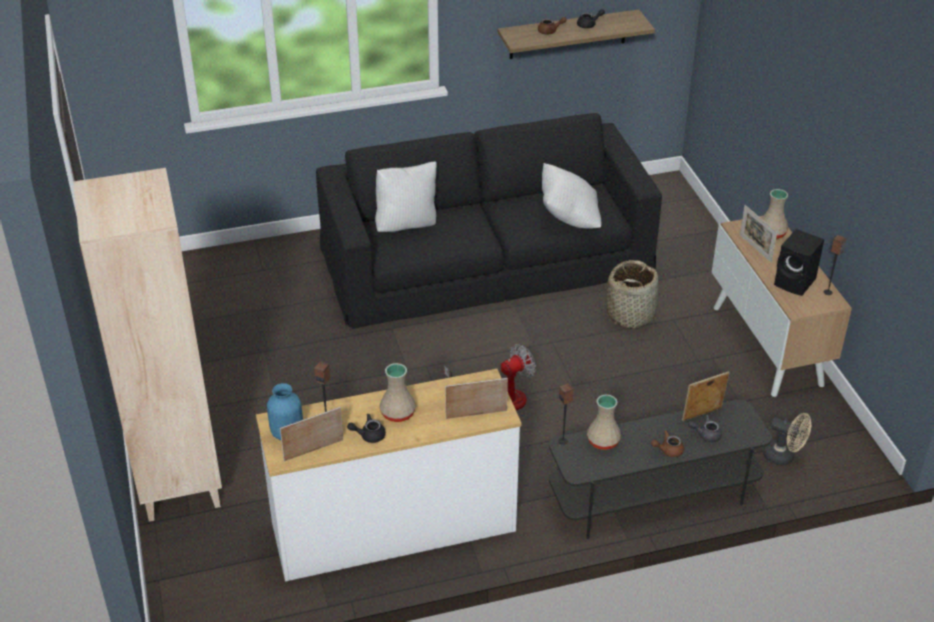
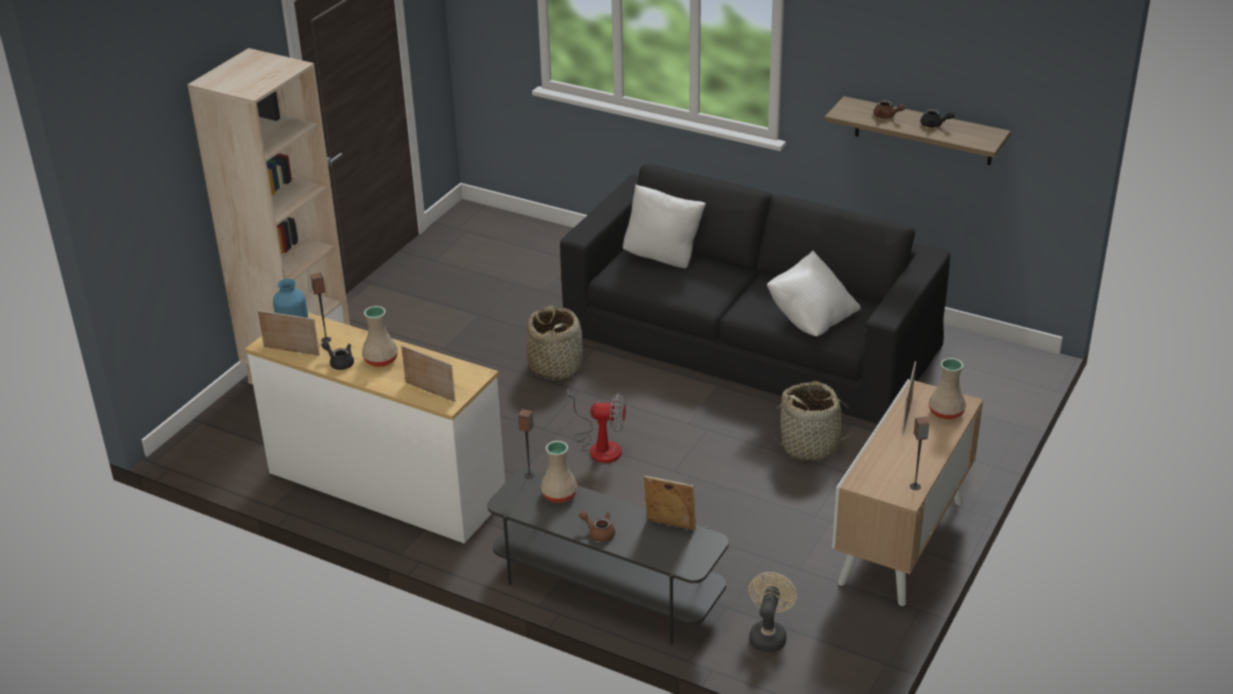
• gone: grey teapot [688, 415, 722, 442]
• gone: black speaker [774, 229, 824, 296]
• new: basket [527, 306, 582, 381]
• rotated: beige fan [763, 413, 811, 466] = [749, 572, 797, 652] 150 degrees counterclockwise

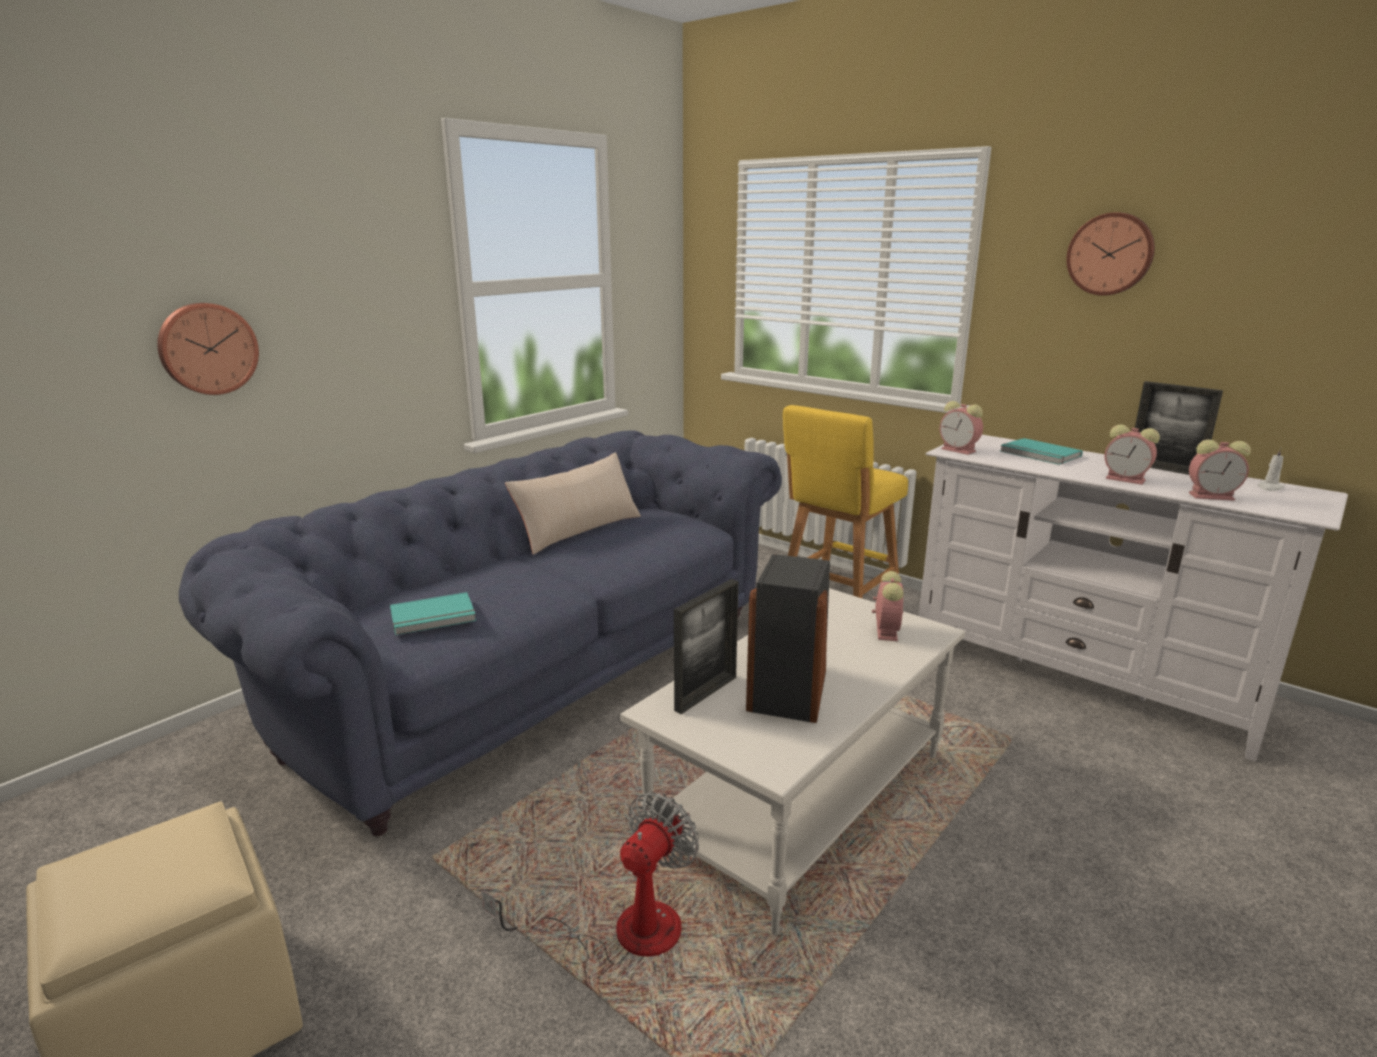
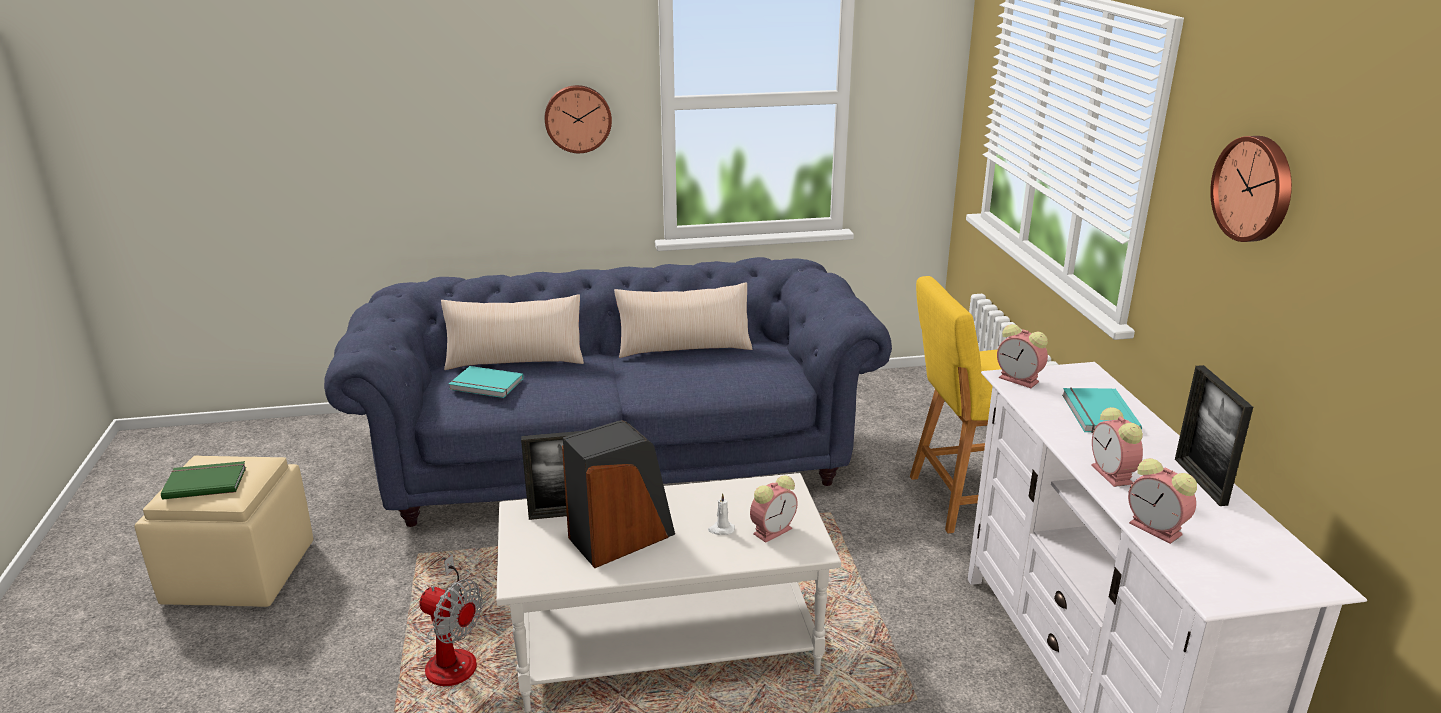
• new: green book [161, 461, 246, 500]
• new: beige pillow [441, 294, 584, 370]
• shifted: wall clock [157, 303, 259, 395] to [545, 85, 612, 153]
• shifted: white candle [1258, 447, 1284, 491] to [708, 493, 735, 535]
• rotated: fan [481, 792, 699, 964] = [419, 554, 483, 686] 45 degrees clockwise
• rotated: alarm clock [940, 401, 983, 455] = [997, 324, 1048, 388] 45 degrees counterclockwise

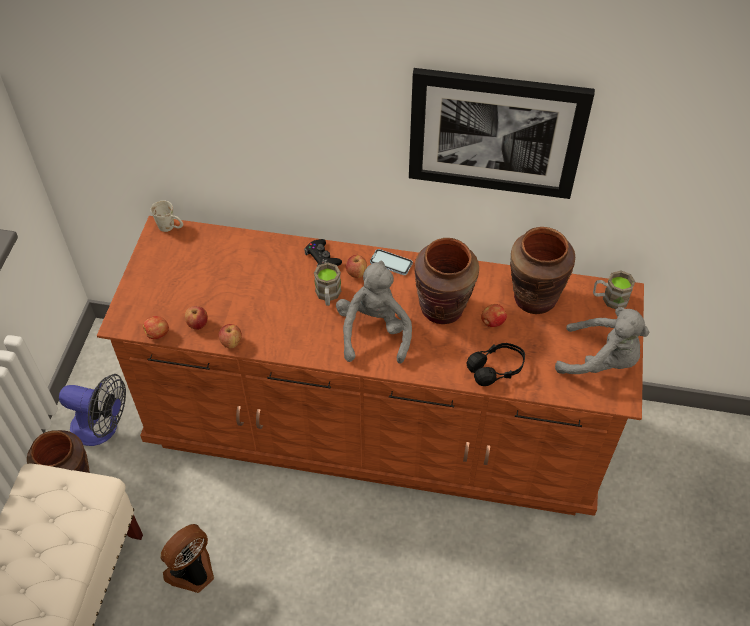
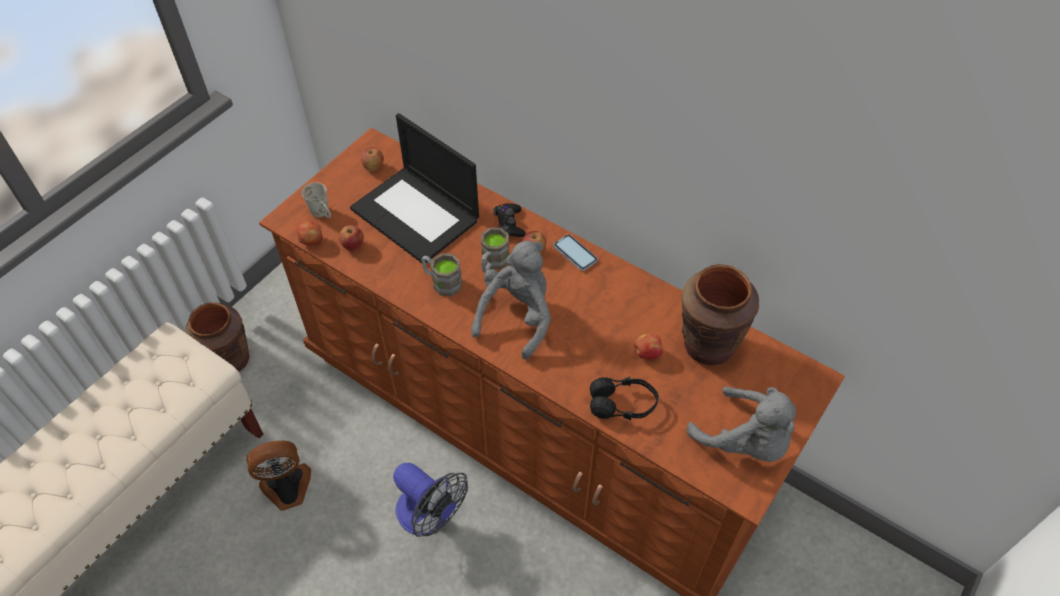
• gone: picture [409, 68, 595, 199]
• gone: brown vase [414, 238, 479, 324]
• new: laptop [350, 113, 479, 263]
• shifted: fan [59, 374, 126, 446] to [393, 463, 468, 537]
• shifted: white mug [151, 200, 183, 232] to [302, 182, 331, 218]
• shifted: apple [218, 324, 242, 348] to [361, 147, 384, 171]
• shifted: brown mug [593, 270, 636, 309] to [421, 253, 462, 296]

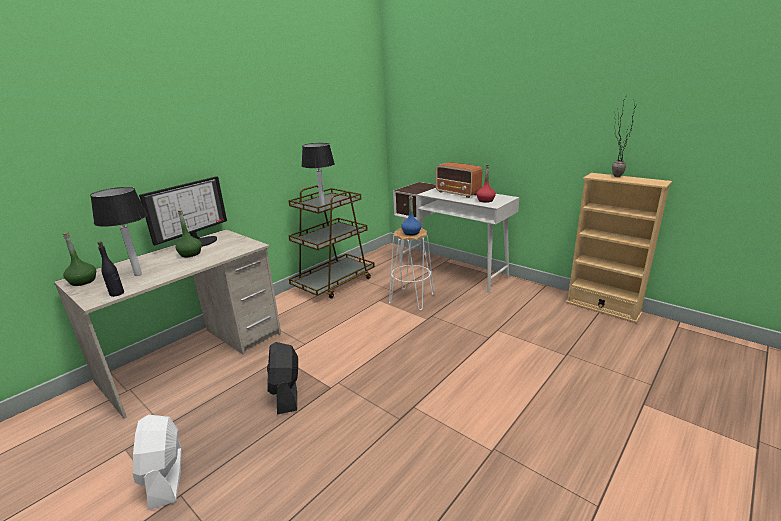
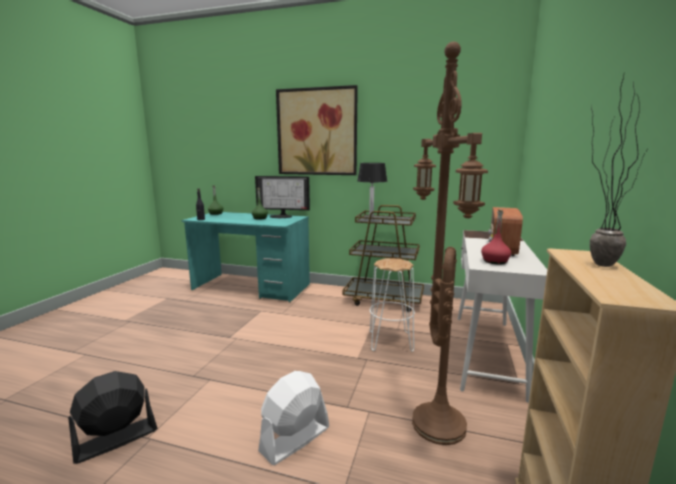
• gone: table lamp [90, 187, 148, 276]
• gone: blue bottle [401, 195, 421, 235]
• new: picture [276, 85, 358, 175]
• new: brown floor lamp [412, 42, 488, 445]
• shifted: white fan [133, 415, 182, 510] to [258, 371, 329, 465]
• shifted: black fan [267, 342, 298, 415] to [68, 371, 157, 464]
• repainted: beige desk [54, 229, 281, 419] to turquoise desk [182, 212, 310, 302]

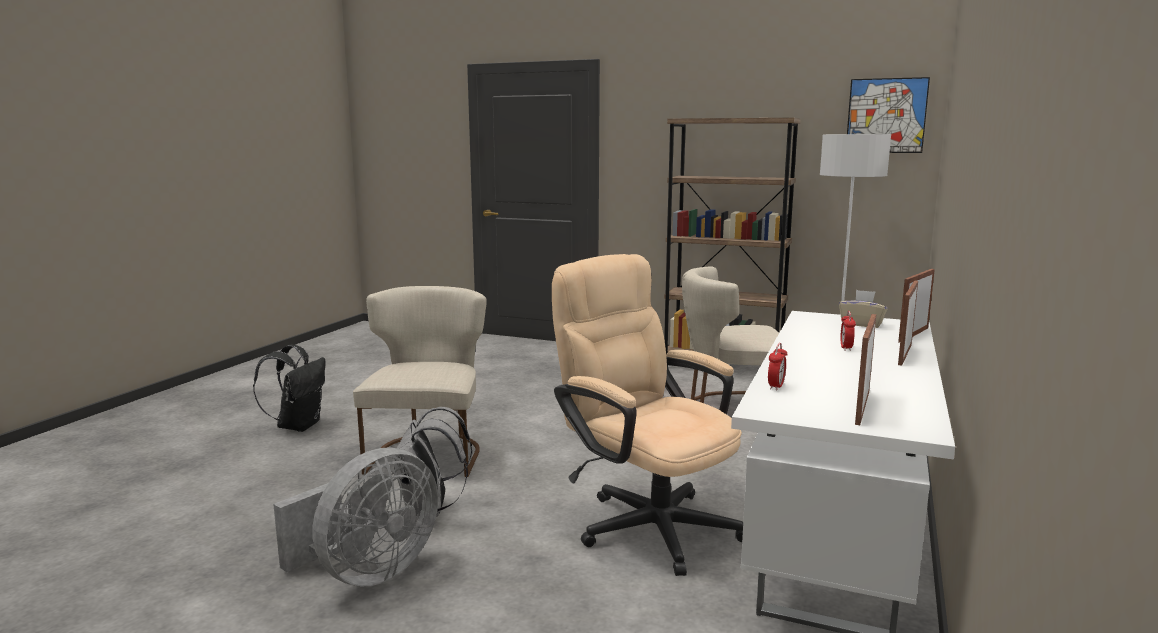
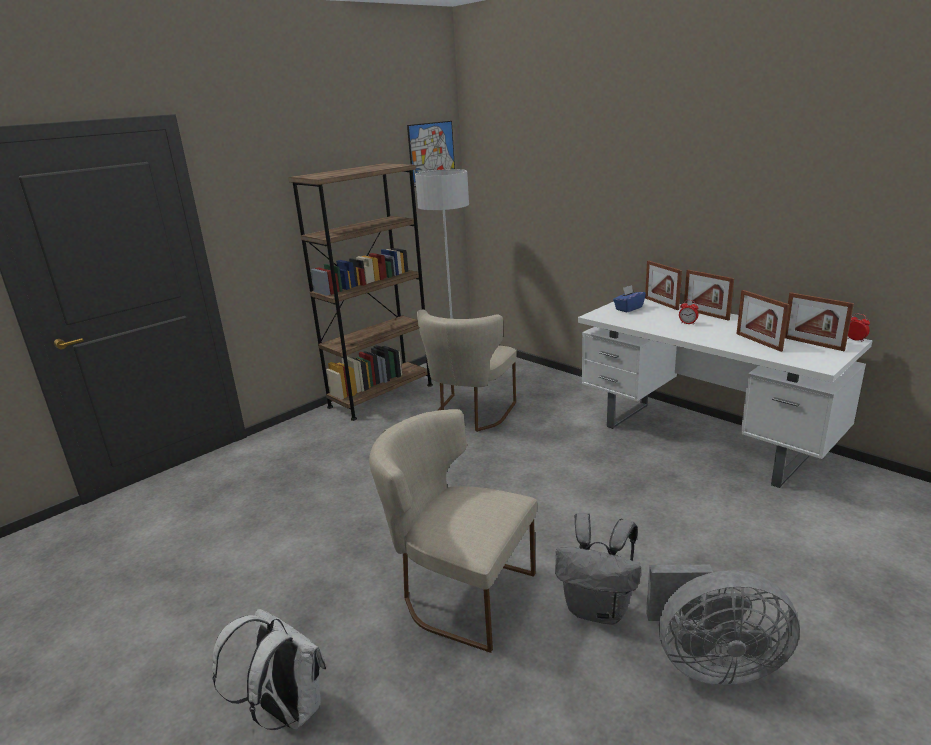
• gone: beige office chair [552, 254, 743, 576]
• new: picture frame [736, 290, 790, 352]
• shifted: alarm clock [768, 343, 788, 391] to [848, 314, 870, 342]
• repainted: black backpack [253, 345, 325, 432] to white backpack [212, 609, 326, 730]
• repainted: beige tissue box [839, 290, 888, 328] to blue tissue box [613, 285, 646, 312]
• rotated: grey fan [273, 447, 438, 586] = [646, 565, 800, 686] 120 degrees clockwise

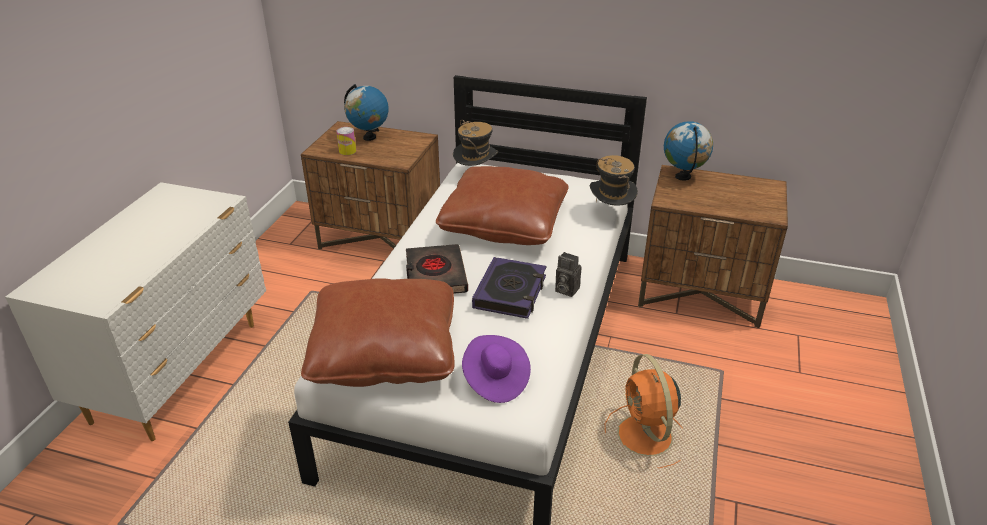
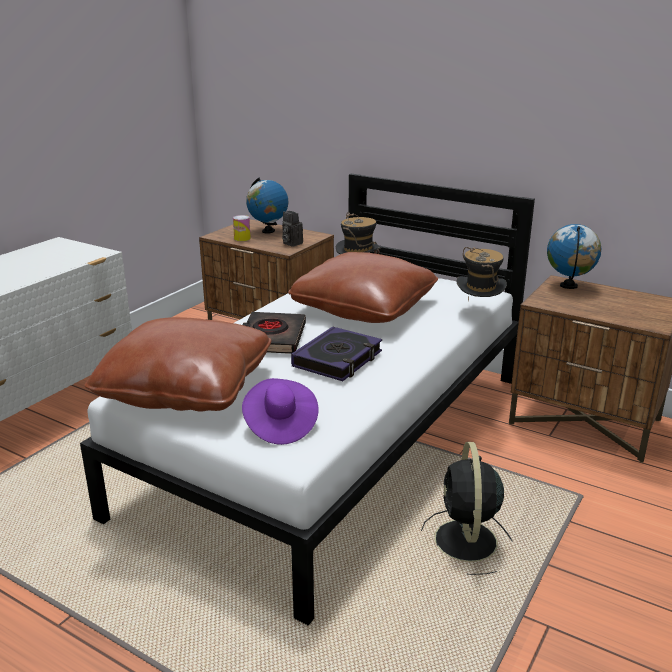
• shifted: photo camera [555, 252, 581, 297] to [282, 211, 303, 247]
• repainted: orange fan [605, 354, 683, 468] to black fan [421, 442, 513, 575]

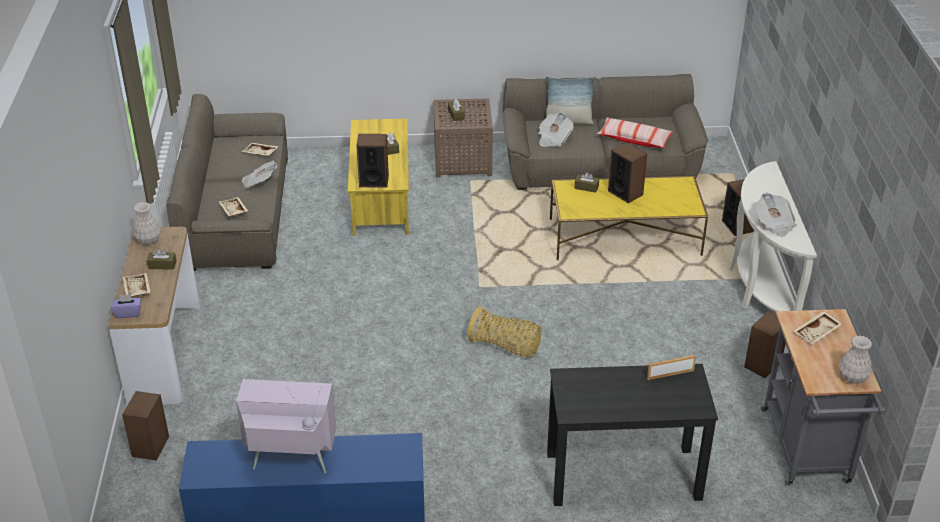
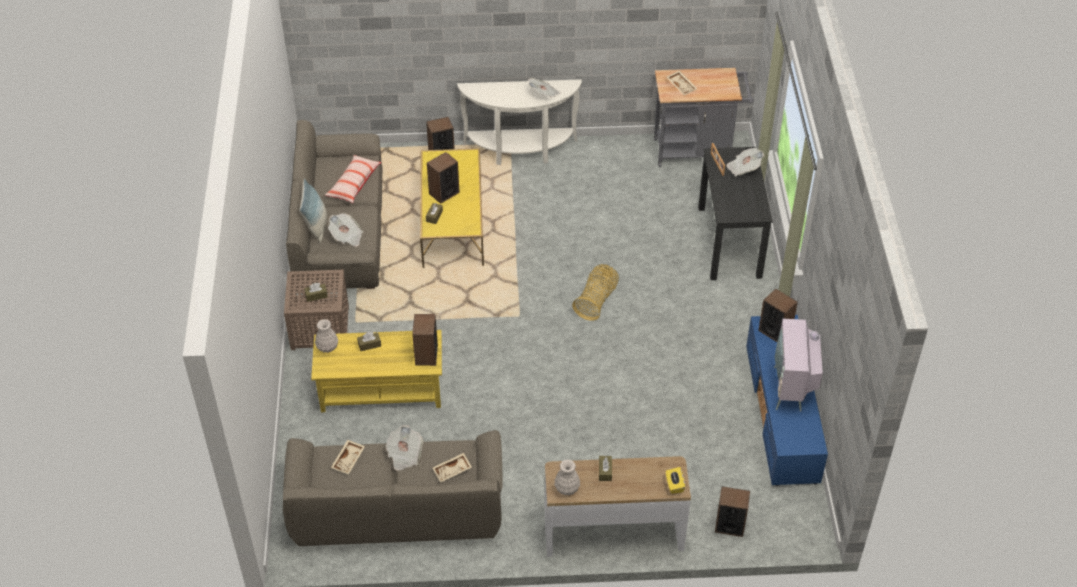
• gone: beige tray [123, 273, 151, 297]
• new: newspaper [727, 147, 764, 176]
• shifted: speaker [744, 311, 786, 378] to [758, 289, 798, 342]
• shifted: white vase [839, 335, 872, 384] to [315, 319, 338, 353]
• repainted: purple tissue box [111, 294, 141, 318] to yellow tissue box [666, 467, 685, 494]

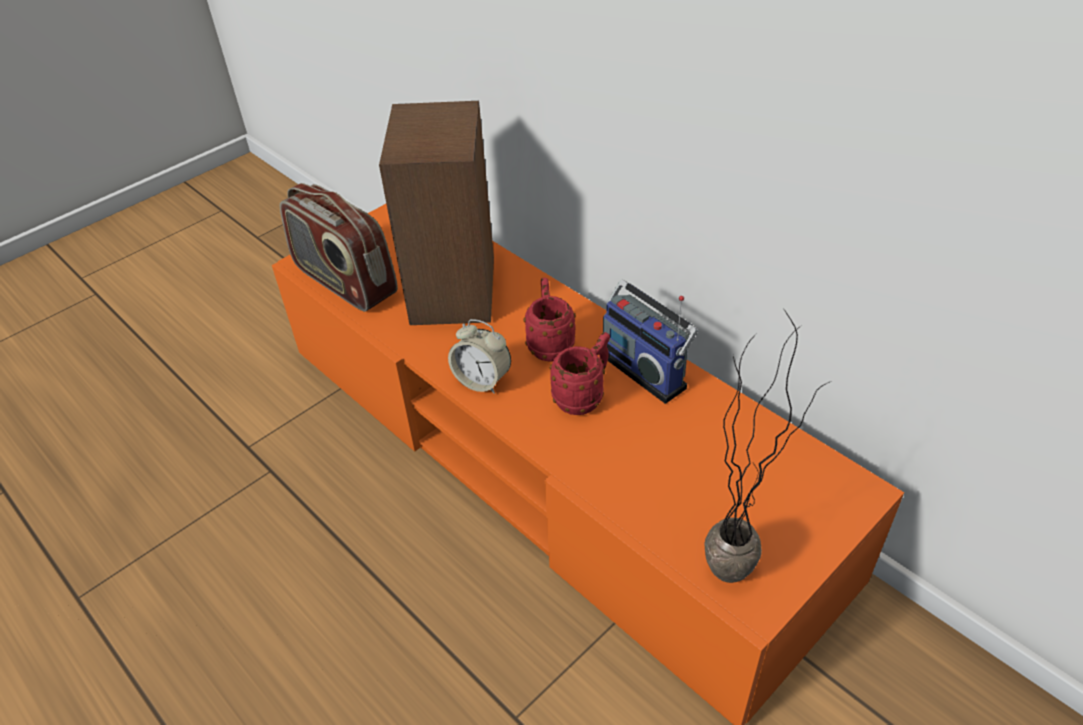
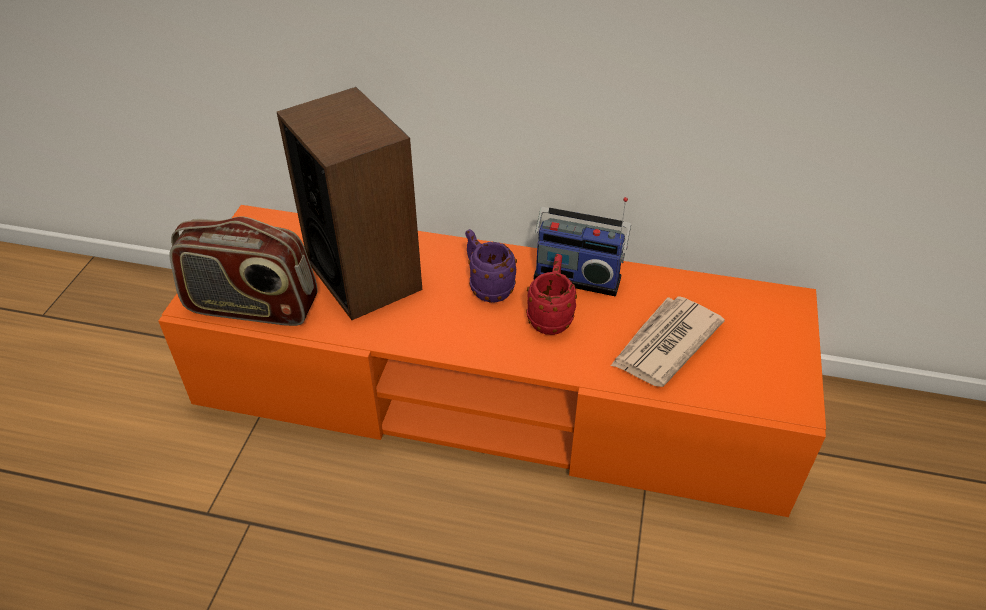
• gone: alarm clock [448, 319, 511, 394]
• gone: potted plant [704, 310, 831, 583]
• new: newspaper [611, 296, 725, 387]
• repainted: red mug [524, 278, 576, 362] to purple mug [465, 229, 517, 303]

